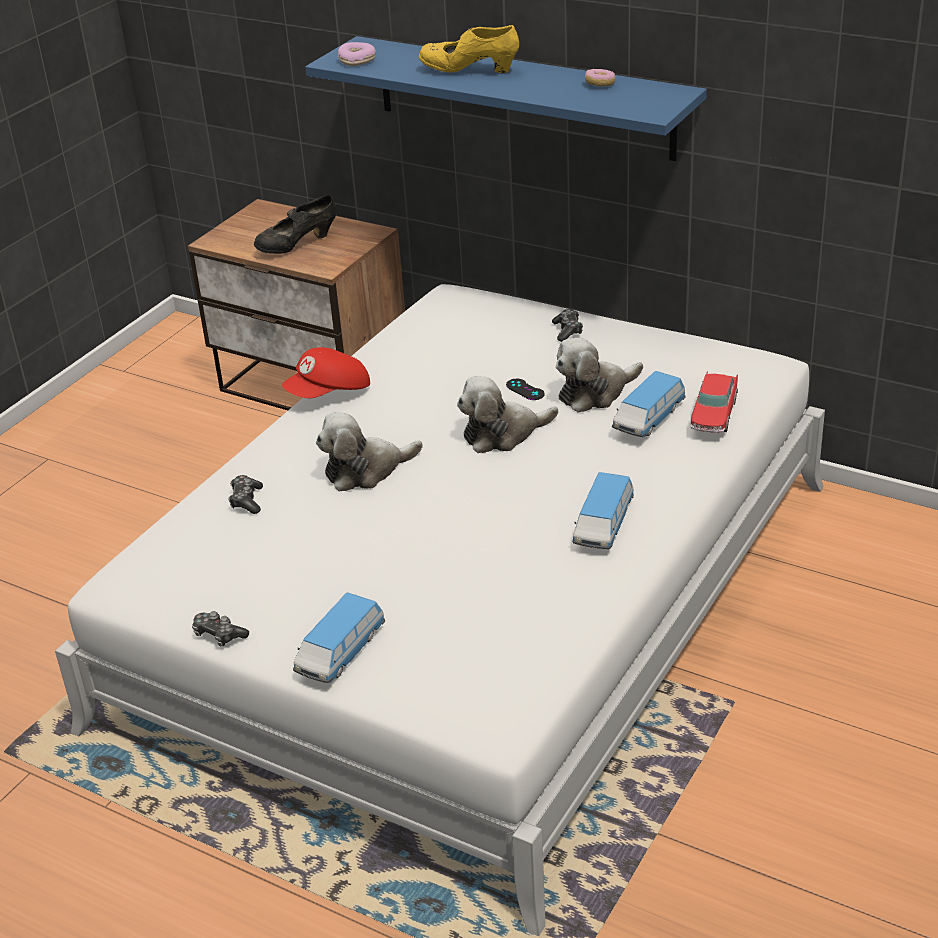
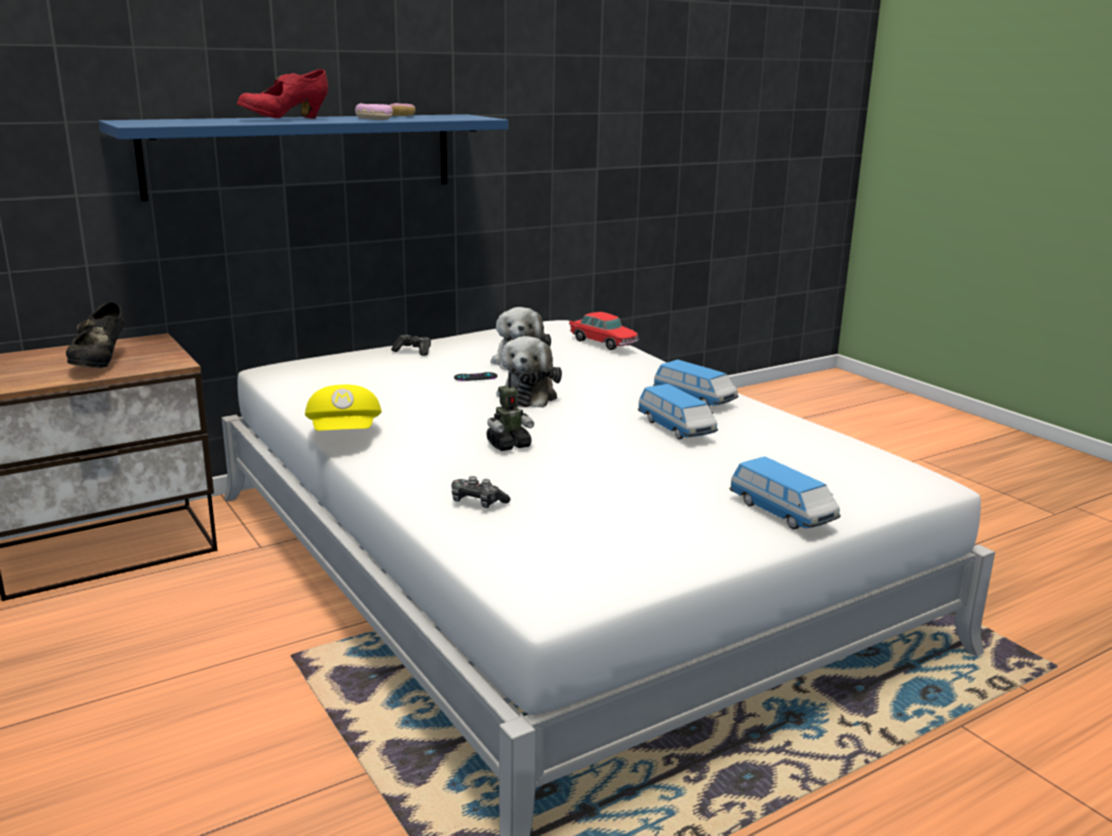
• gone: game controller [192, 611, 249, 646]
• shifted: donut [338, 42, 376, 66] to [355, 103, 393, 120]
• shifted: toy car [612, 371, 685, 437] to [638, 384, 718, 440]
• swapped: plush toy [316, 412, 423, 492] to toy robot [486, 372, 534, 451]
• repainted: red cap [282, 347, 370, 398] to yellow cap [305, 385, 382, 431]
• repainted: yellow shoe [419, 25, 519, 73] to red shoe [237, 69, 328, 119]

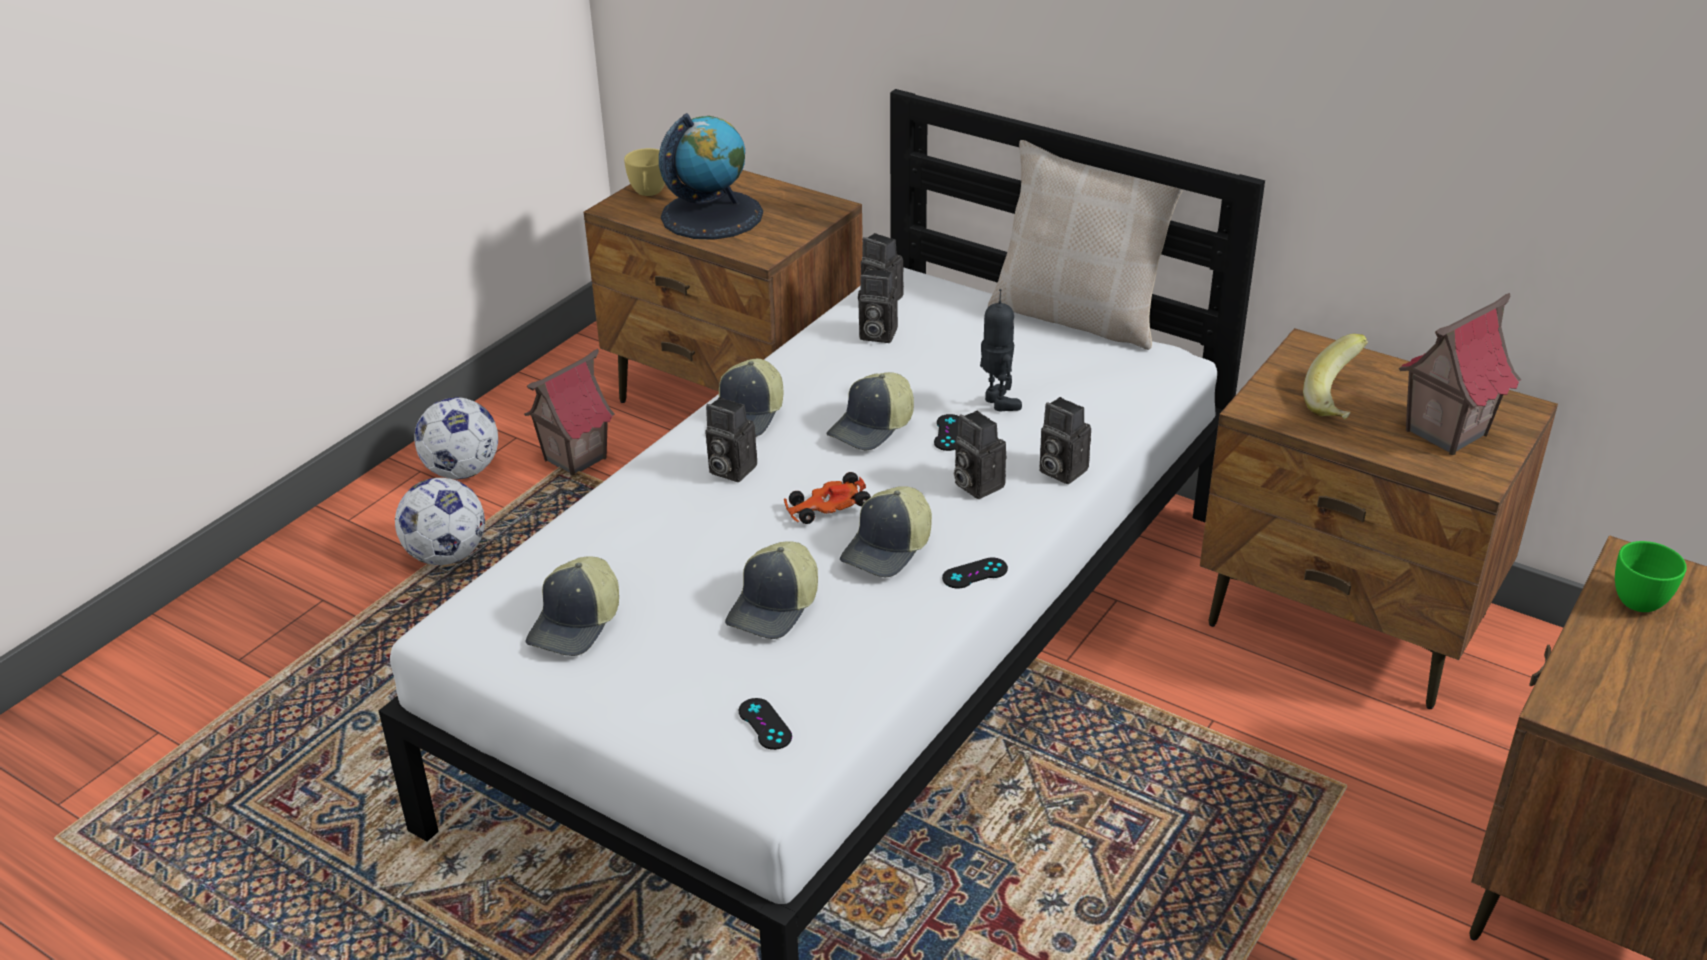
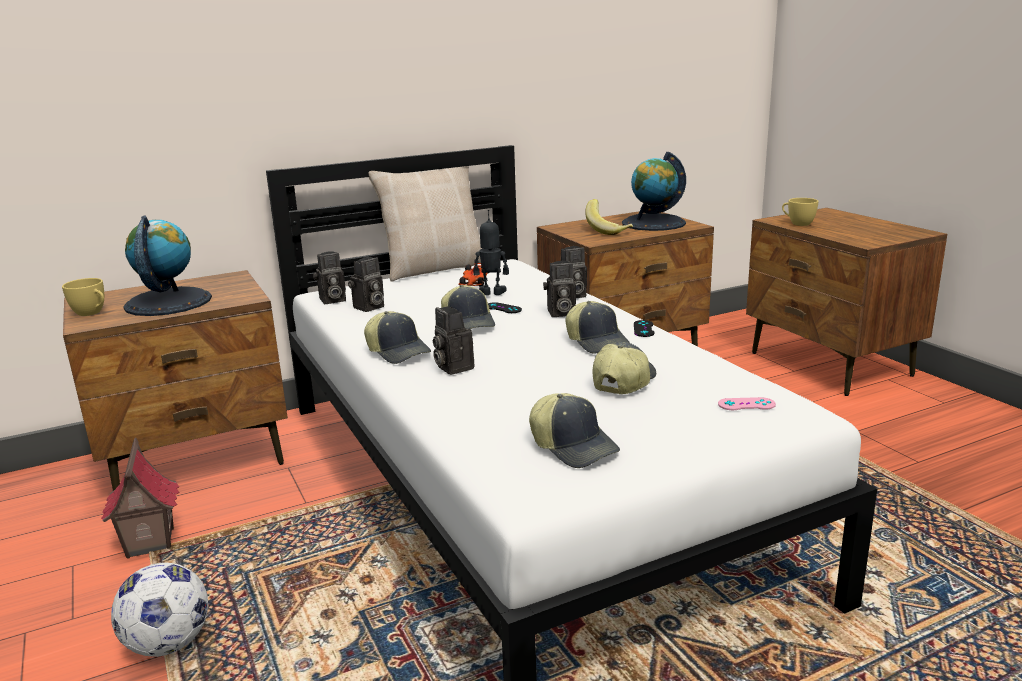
• gone: football [414, 397, 498, 479]
• shifted: toy car [784, 472, 871, 524] to [458, 263, 488, 286]
• swapped: toy house [1398, 293, 1522, 455] to globe [622, 152, 686, 231]
• repainted: black game controller [739, 698, 792, 750] to pink game controller [718, 397, 776, 410]
• repainted: green cup [1615, 541, 1687, 612] to yellow cup [782, 198, 819, 226]
• rotated: photo camera [706, 397, 757, 482] = [433, 307, 474, 375] 90 degrees clockwise
• rotated: cap [725, 541, 818, 639] = [592, 342, 656, 394] 120 degrees counterclockwise

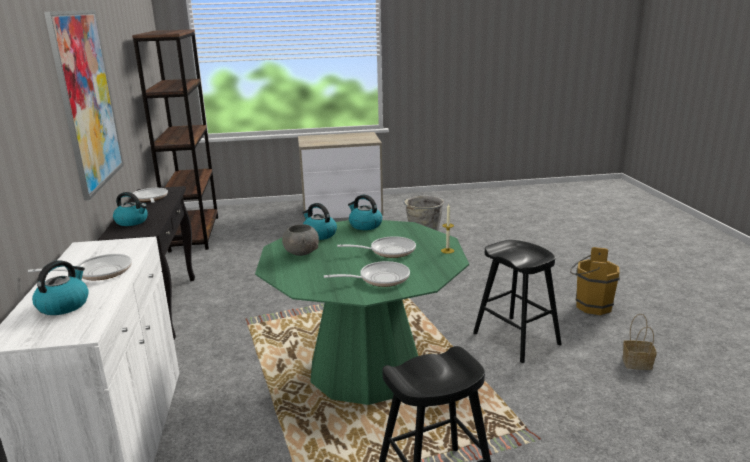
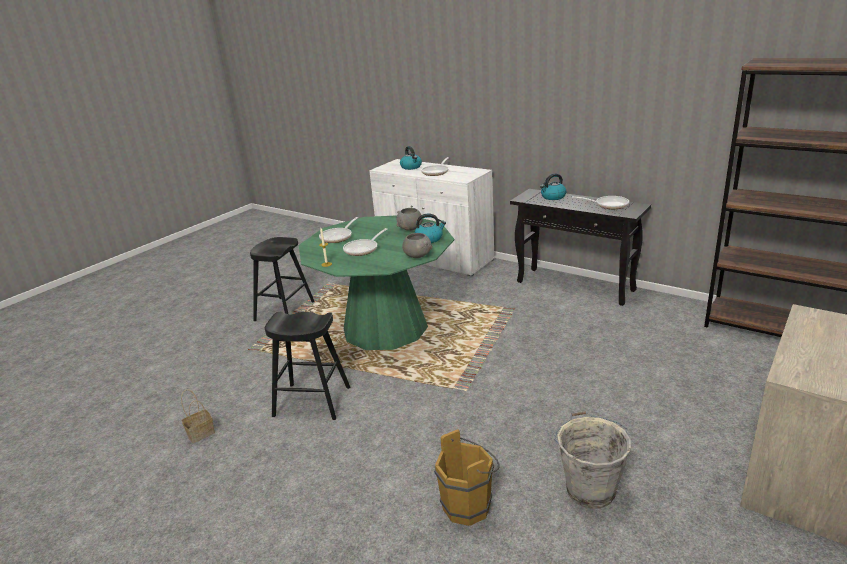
• gone: picture [44, 10, 124, 201]
• shifted: brown bucket [570, 247, 620, 315] to [434, 429, 500, 526]
• swapped: kettle [348, 195, 382, 230] to grey bowl [402, 233, 433, 258]

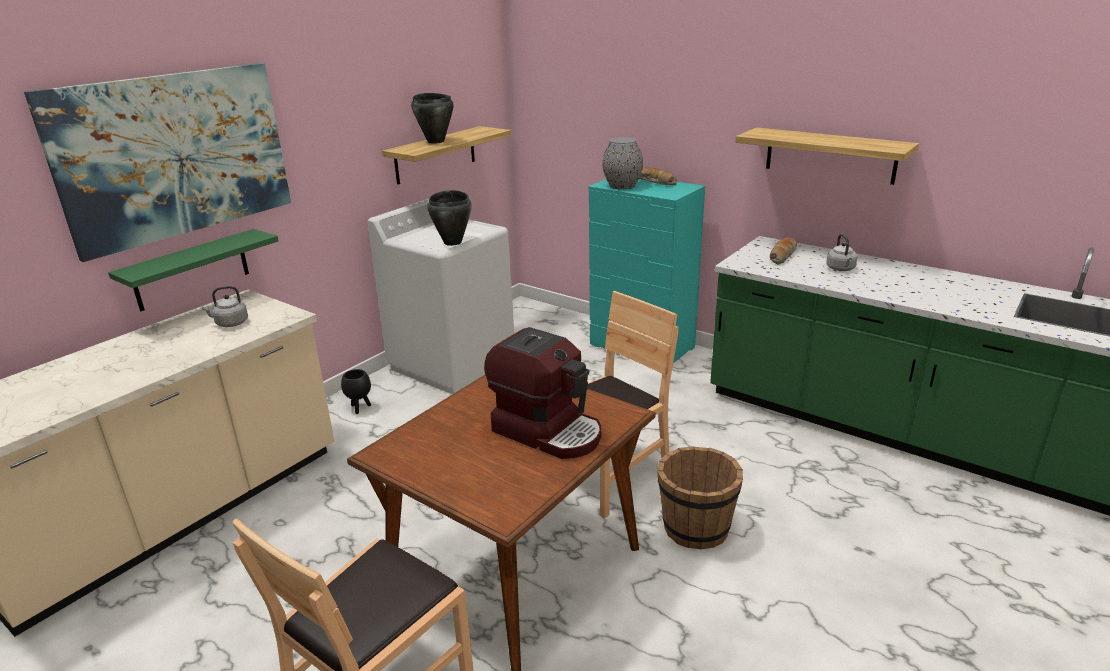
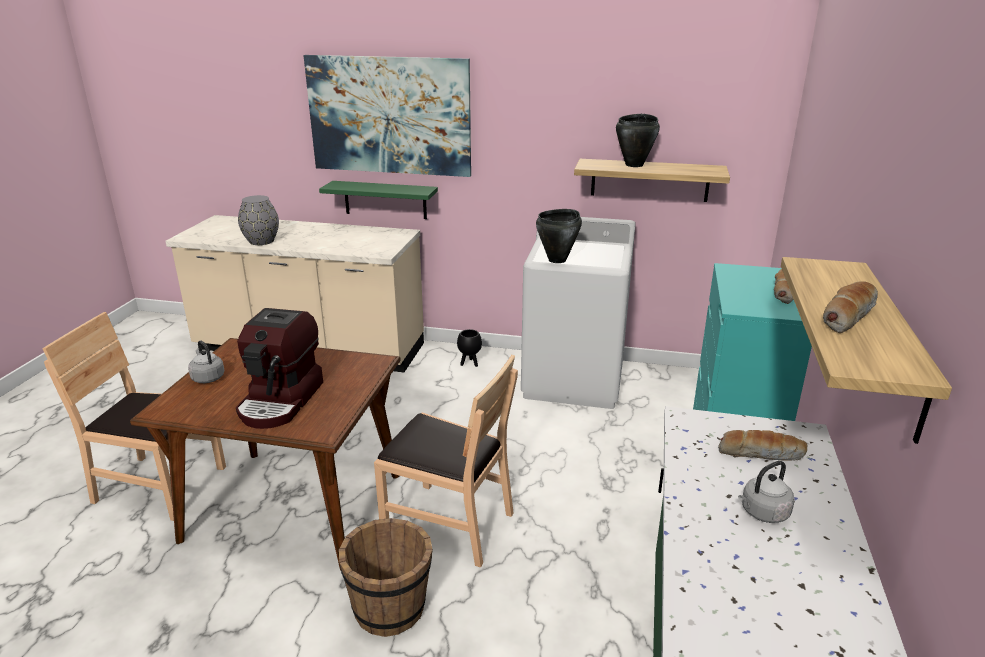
• new: bread [823, 281, 878, 333]
• shifted: grey kettle [201, 286, 248, 327] to [188, 341, 224, 383]
• shifted: grey vase [602, 137, 643, 189] to [238, 195, 279, 245]

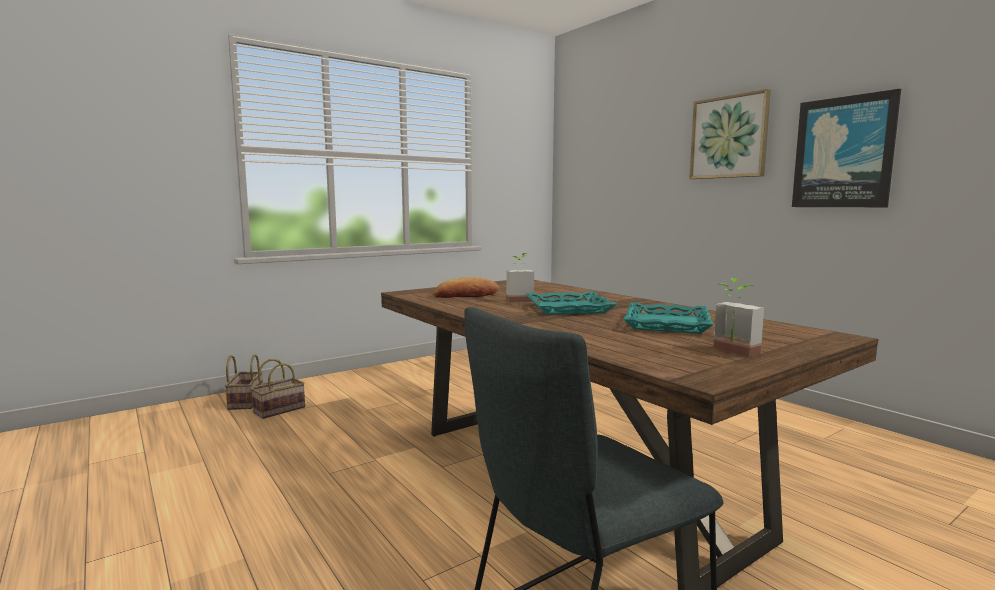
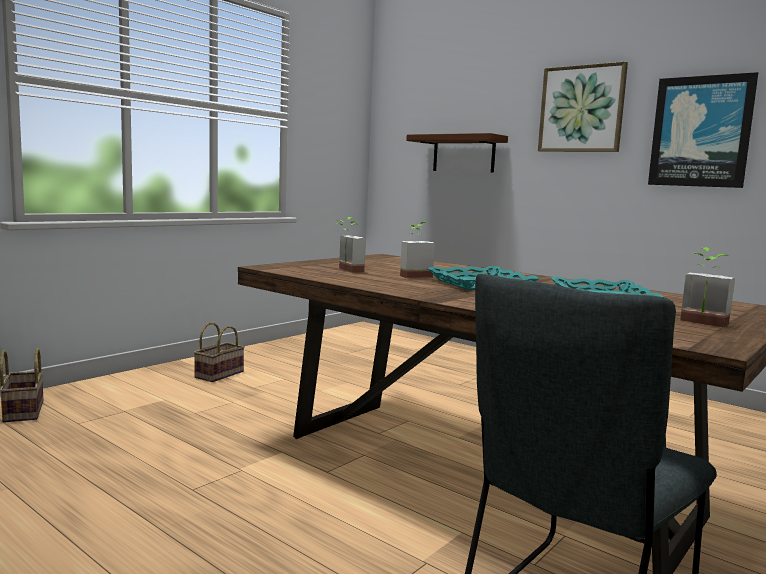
• new: brown shelf [406, 133, 508, 172]
• shifted: basket [250, 359, 305, 419] to [194, 322, 245, 382]
• swapped: bread [434, 277, 499, 298] to potted plant [337, 217, 366, 273]

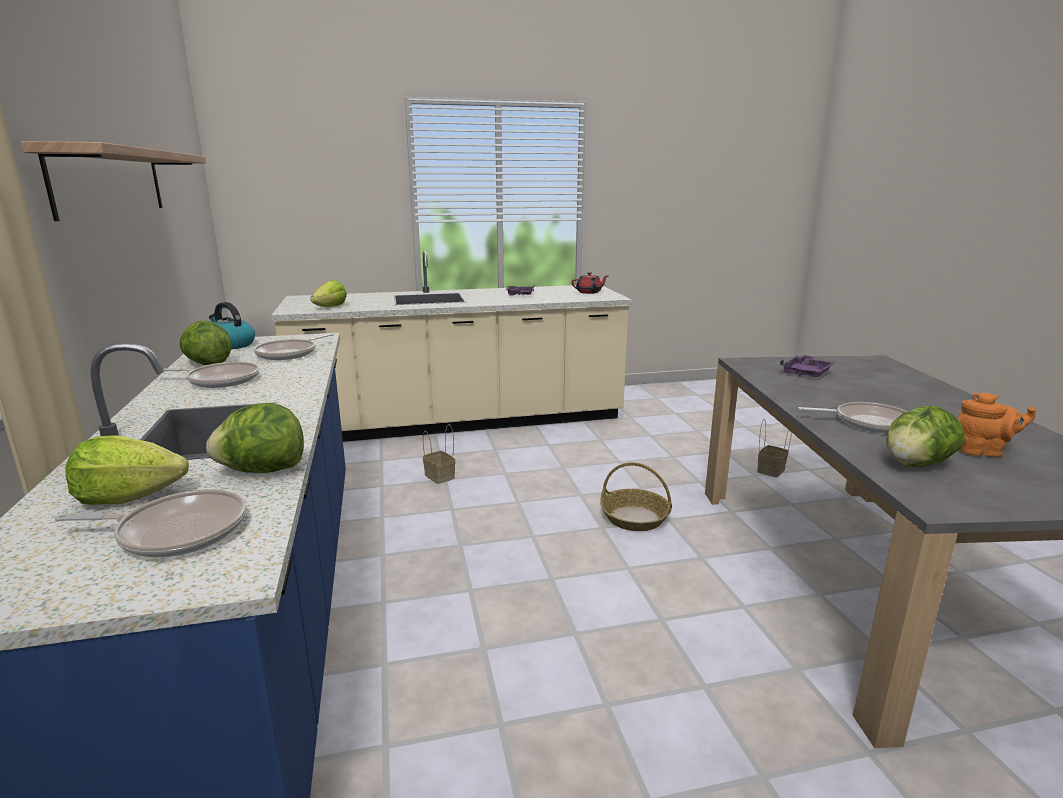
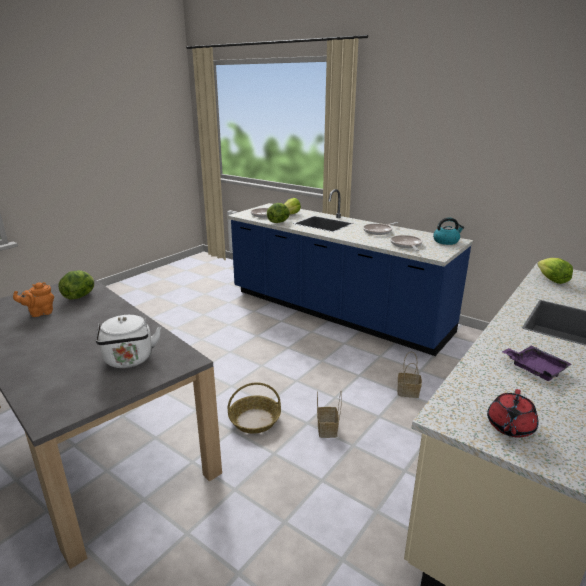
• gone: shelf [21, 141, 206, 221]
• gone: lettuce [179, 321, 232, 365]
• gone: frying pan [798, 402, 907, 433]
• shifted: basket [757, 419, 792, 477] to [317, 391, 342, 438]
• swapped: purple tray [780, 355, 835, 377] to white kettle [96, 315, 161, 368]

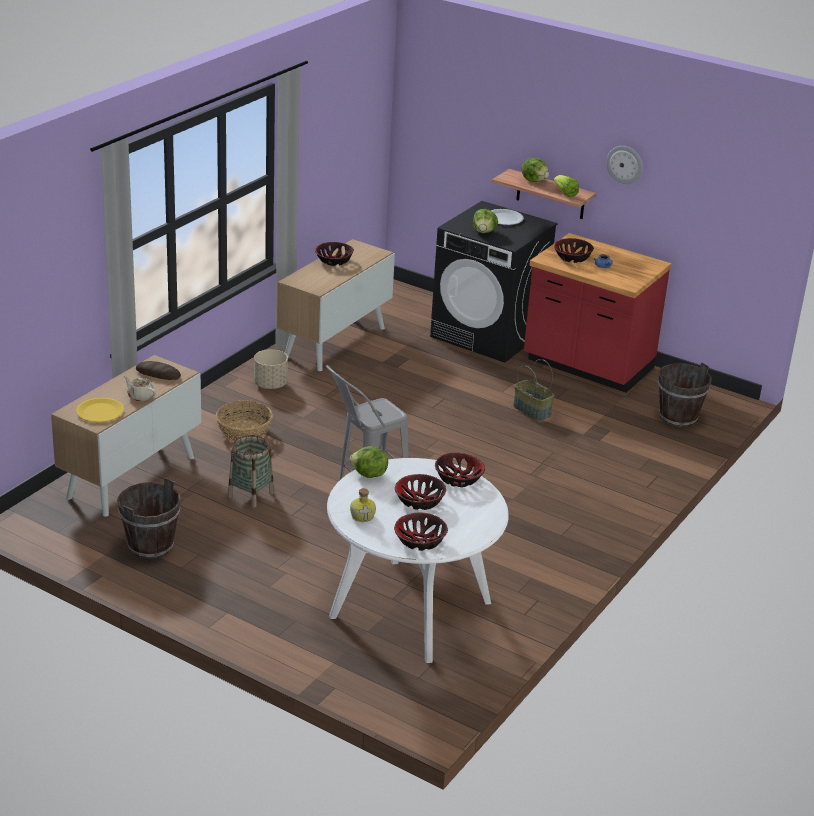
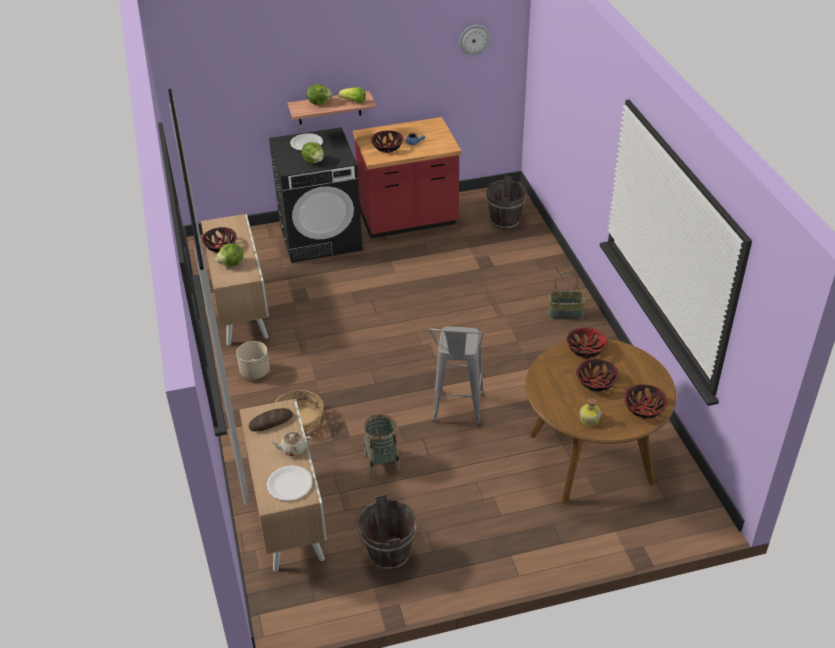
• shifted: lettuce [350, 446, 388, 478] to [215, 243, 243, 266]
• shifted: basket [513, 359, 555, 421] to [548, 272, 586, 319]
• shifted: wall clock [606, 146, 643, 184] to [459, 25, 490, 55]
• repainted: yellow plate [76, 398, 124, 422] to white plate [267, 466, 313, 501]
• repainted: white dining table [327, 458, 509, 663] to brown dining table [525, 338, 677, 505]

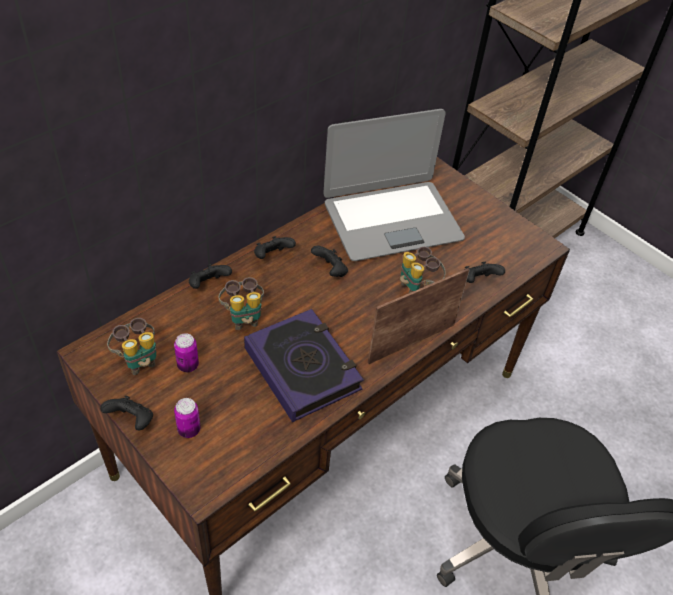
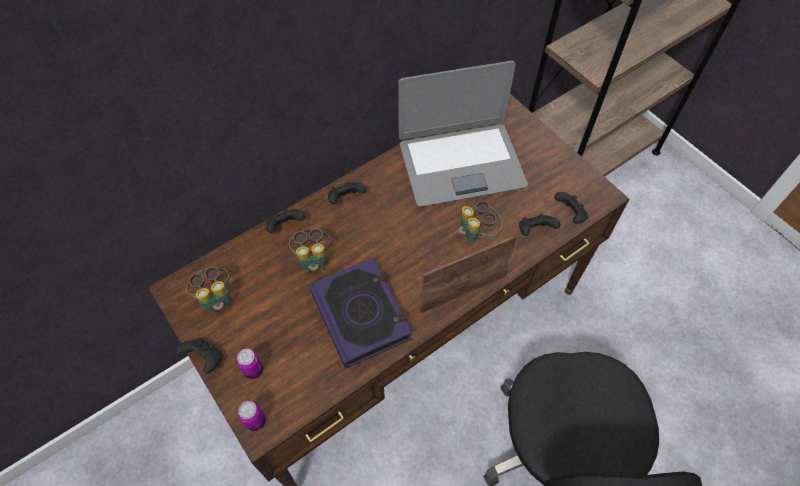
• shifted: can [174, 333, 199, 372] to [238, 401, 266, 431]
• shifted: black game controller [311, 246, 348, 277] to [554, 192, 588, 224]

